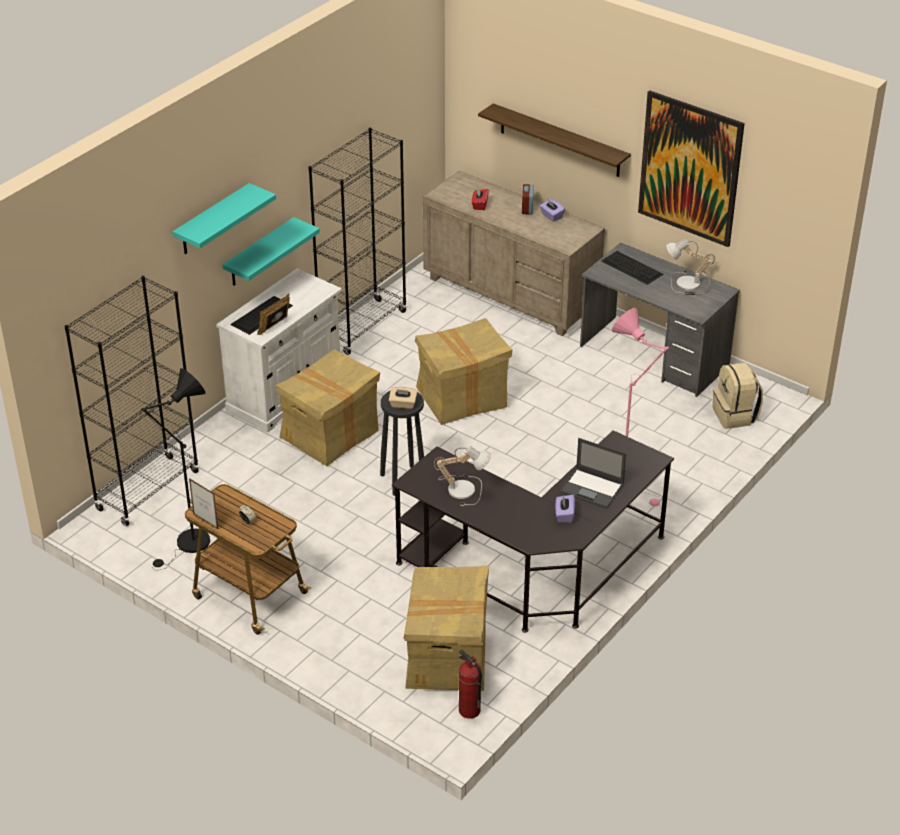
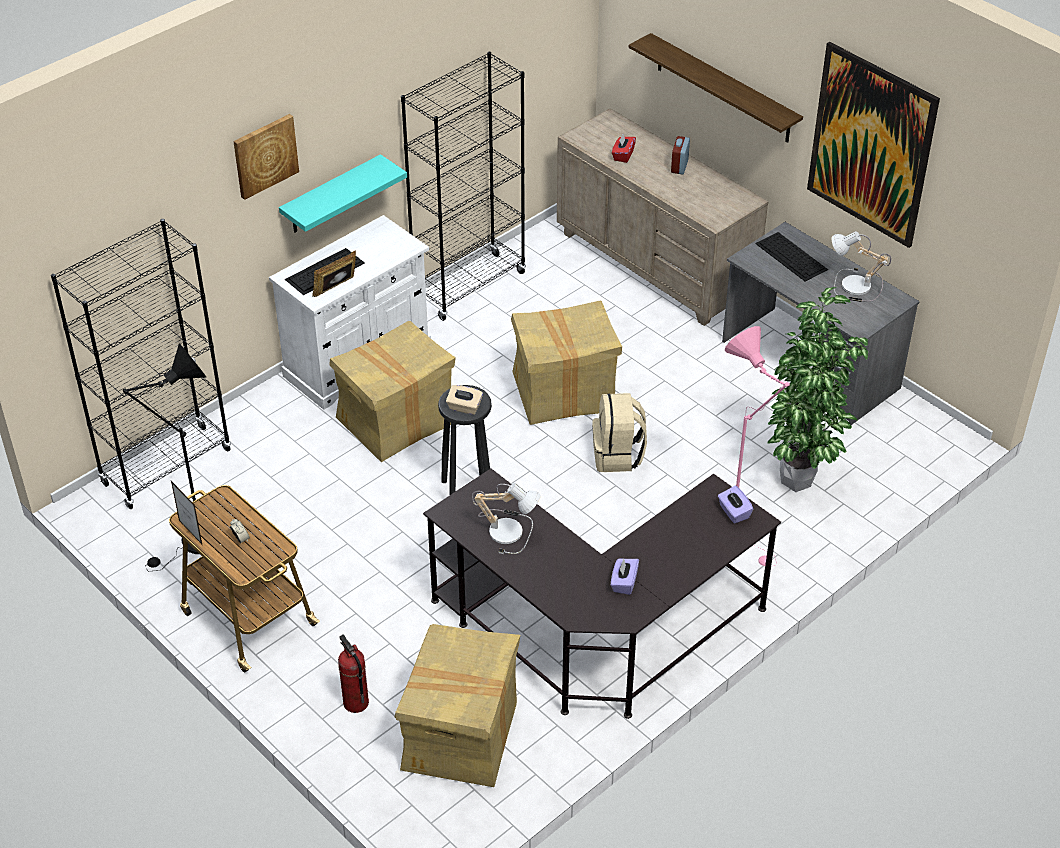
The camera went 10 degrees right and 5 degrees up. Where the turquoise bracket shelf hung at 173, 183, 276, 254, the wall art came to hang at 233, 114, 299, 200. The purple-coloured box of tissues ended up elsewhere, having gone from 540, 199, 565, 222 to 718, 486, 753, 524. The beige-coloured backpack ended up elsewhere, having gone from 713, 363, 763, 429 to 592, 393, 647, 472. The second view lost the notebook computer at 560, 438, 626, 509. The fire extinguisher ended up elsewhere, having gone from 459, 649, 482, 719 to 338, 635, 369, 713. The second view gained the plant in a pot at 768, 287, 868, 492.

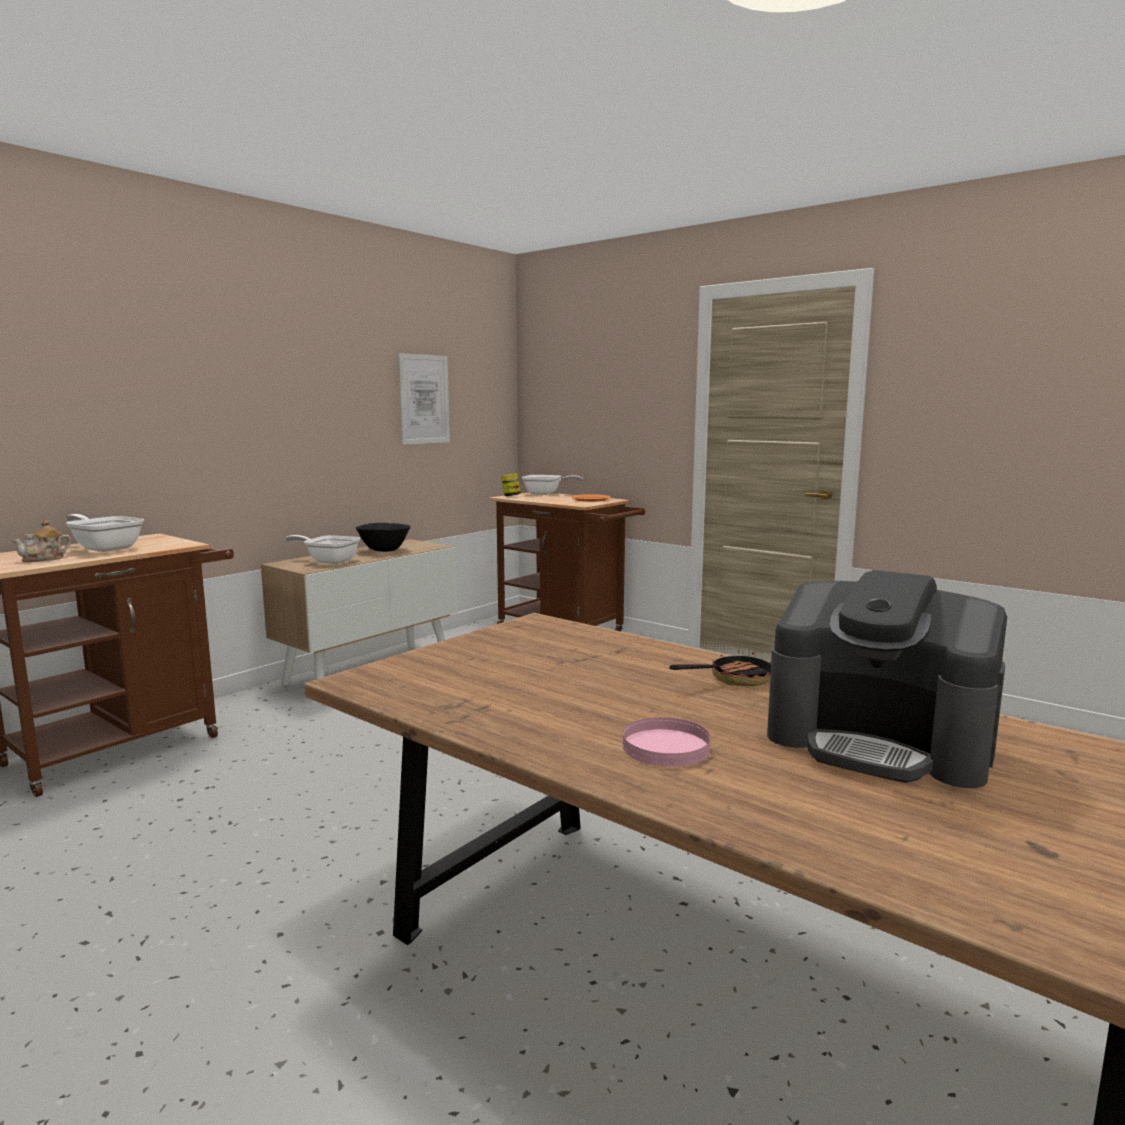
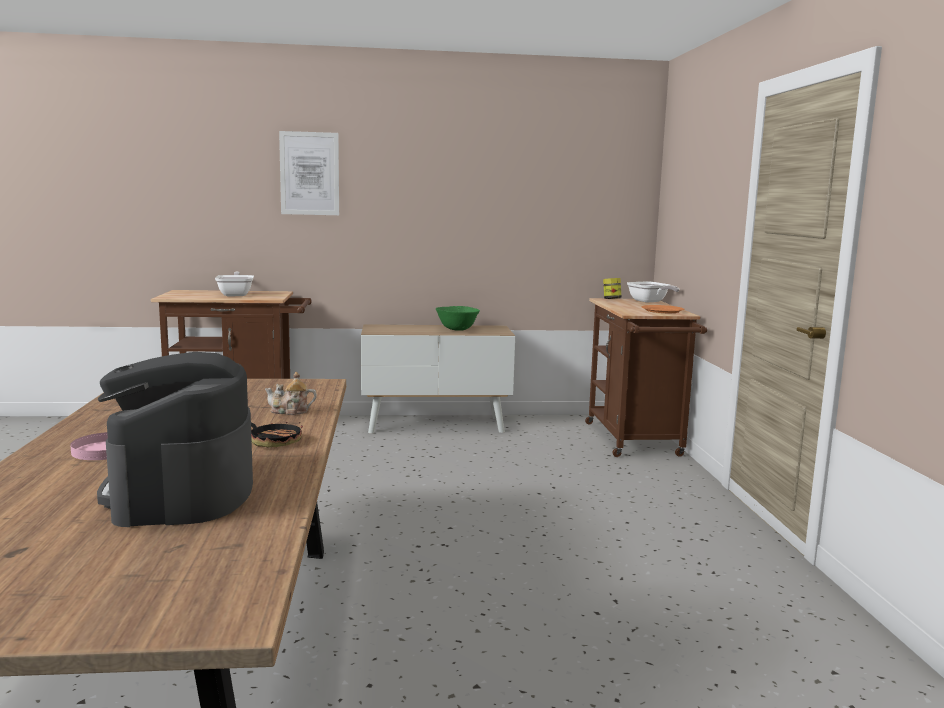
The camera went 45 degrees right and 0 degrees up. The wall art ended up elsewhere, having gone from 398, 353, 450, 445 to 279, 131, 339, 215. The pot for tea ended up elsewhere, having gone from 12, 520, 71, 562 to 264, 372, 317, 415. What was the black-coloured deep dish at 356, 523, 411, 552 turned into the greenish deep dish at 436, 306, 480, 331. The second view lost the frying pan at 285, 535, 360, 564.

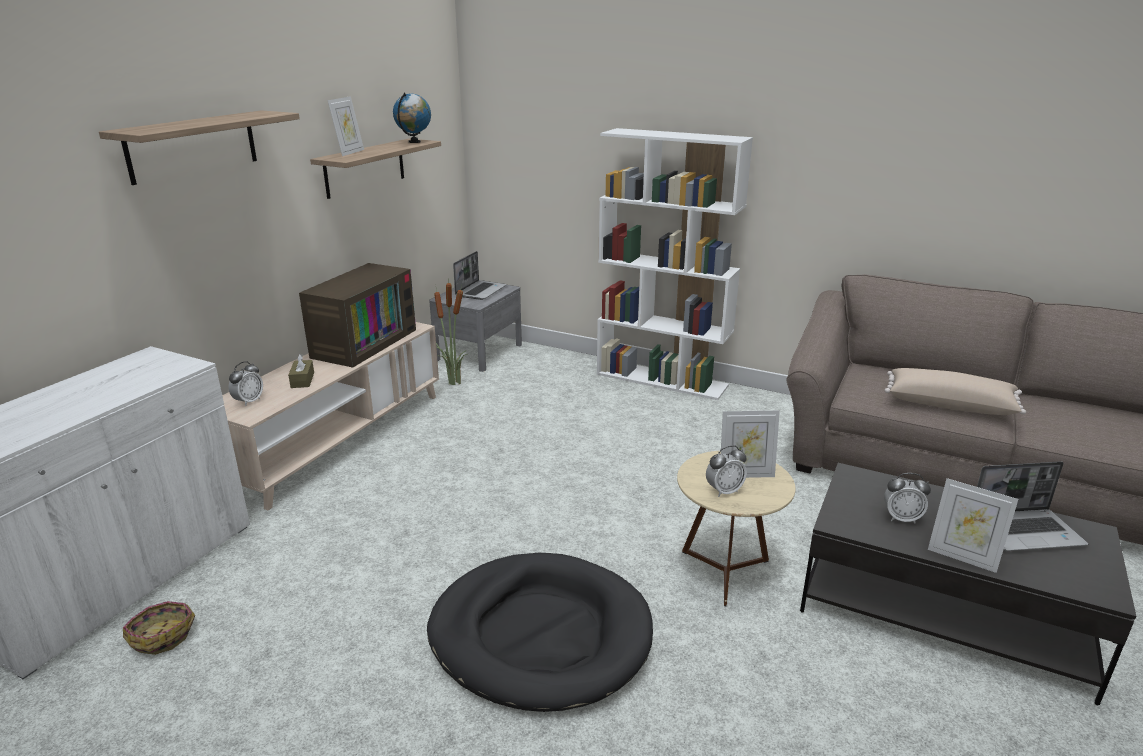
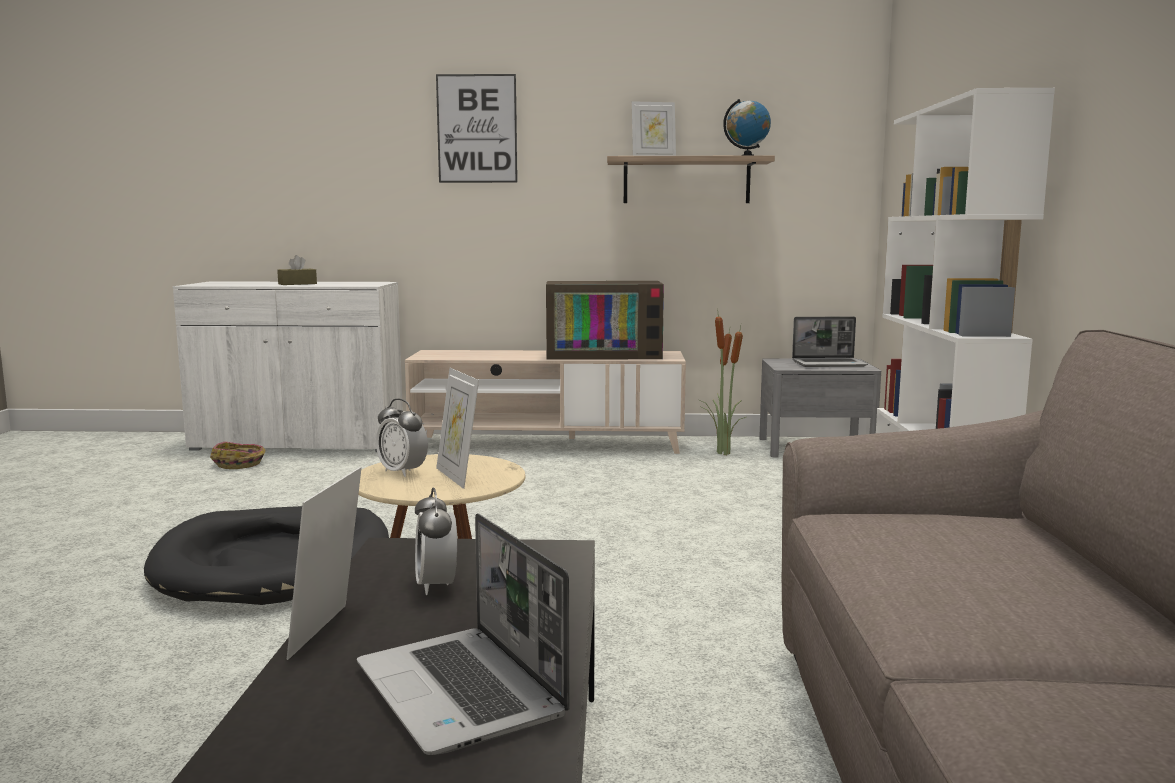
The camera went 65 degrees right and 15 degrees down. Where the bracket shelf hung at 99, 110, 300, 185, the wall art came to hang at 436, 74, 518, 183. The brown-coloured box of tissues ended up elsewhere, having gone from 288, 354, 314, 388 to 277, 255, 317, 285. The second view lost the bedside clock at 228, 361, 263, 406. The second view lost the beige-coloured cushion at 885, 368, 1026, 415.

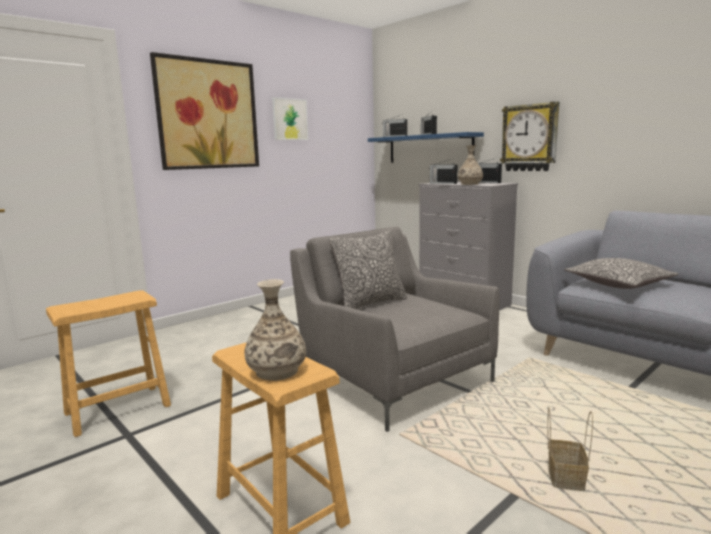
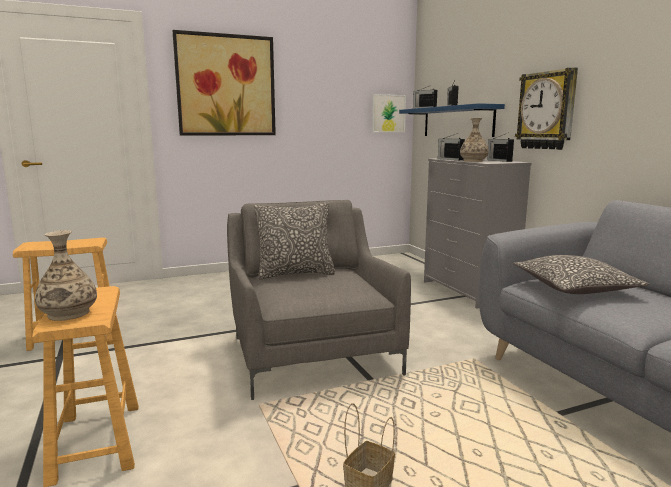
The camera went 20 degrees right and 0 degrees up. The wall art ended up elsewhere, having gone from 272, 97, 308, 140 to 372, 94, 406, 132.

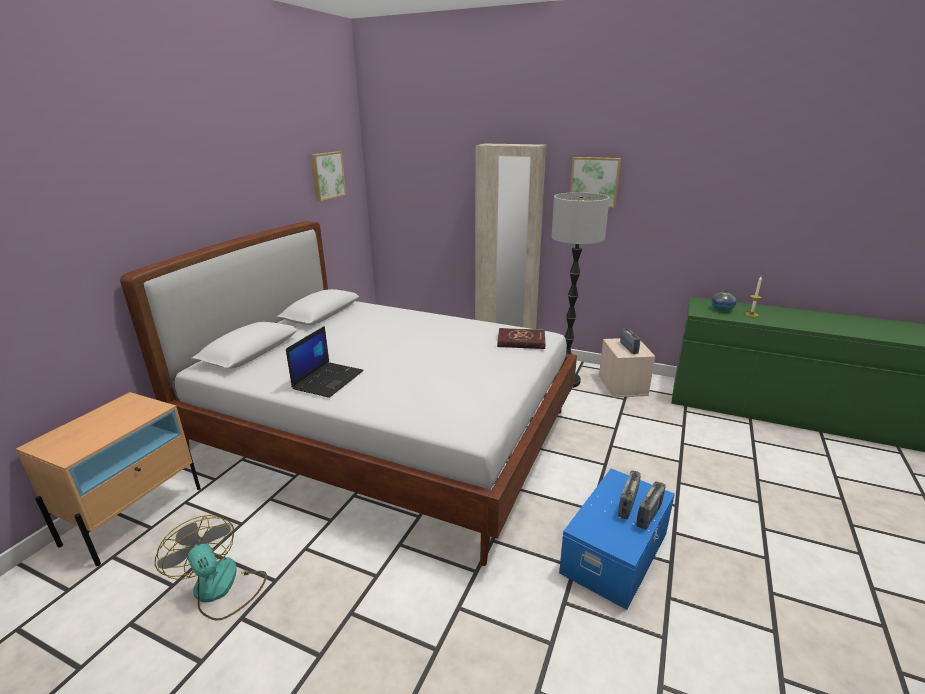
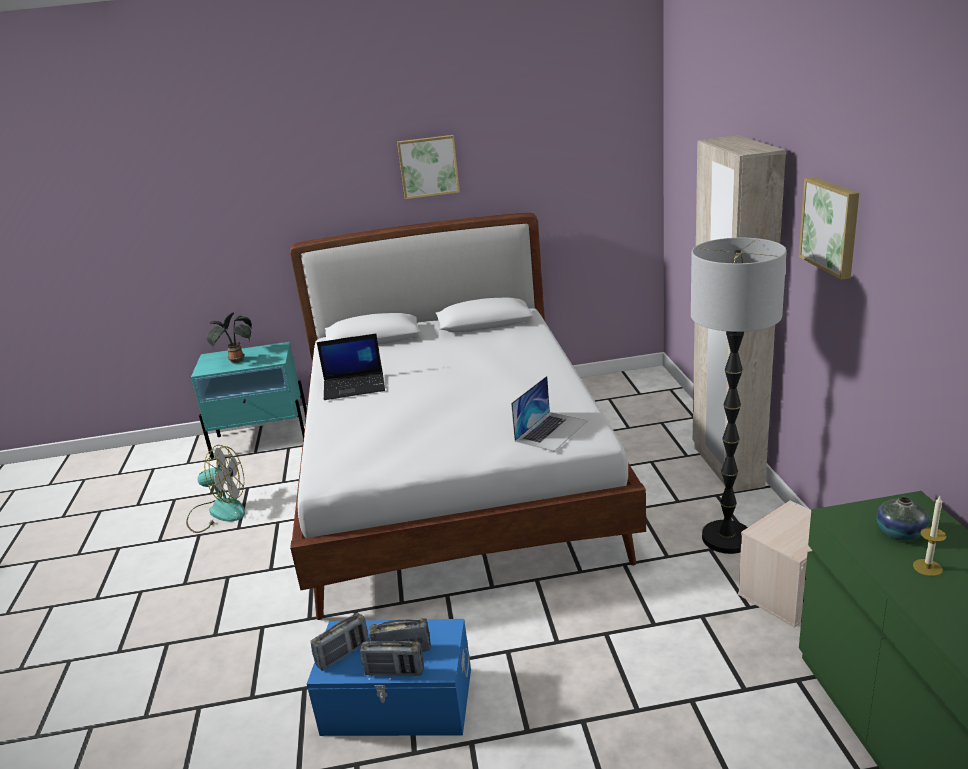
The camera went 60 degrees right and 0 degrees up. The wall art ended up elsewhere, having gone from 311, 151, 346, 201 to 397, 135, 460, 199. Where the red-coloured bound book stood at 497, 328, 546, 349, the notebook computer came to stand at 511, 376, 588, 452. The radio set ended up elsewhere, having gone from 620, 328, 640, 354 to 310, 613, 369, 671. What was the beige-coloured nightstand at 16, 392, 201, 566 turned into the turquoise nightstand at 191, 342, 307, 459. The electric fan at 155, 515, 267, 621 ended up facing another way, 75 degrees clockwise from before. The second view gained the plant in a pot at 206, 312, 252, 364.

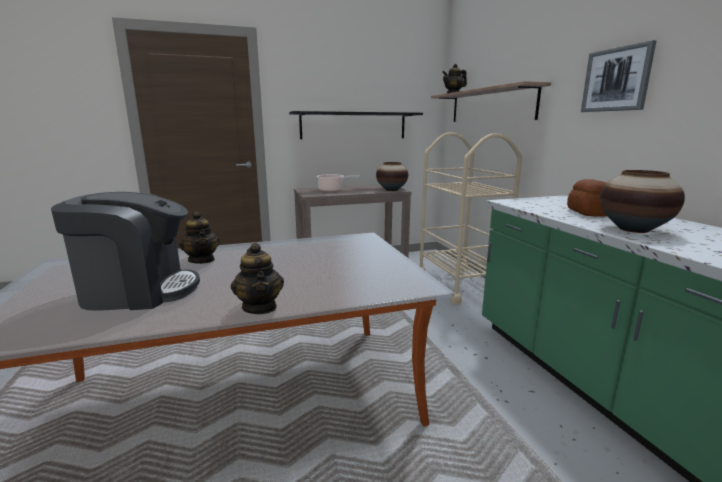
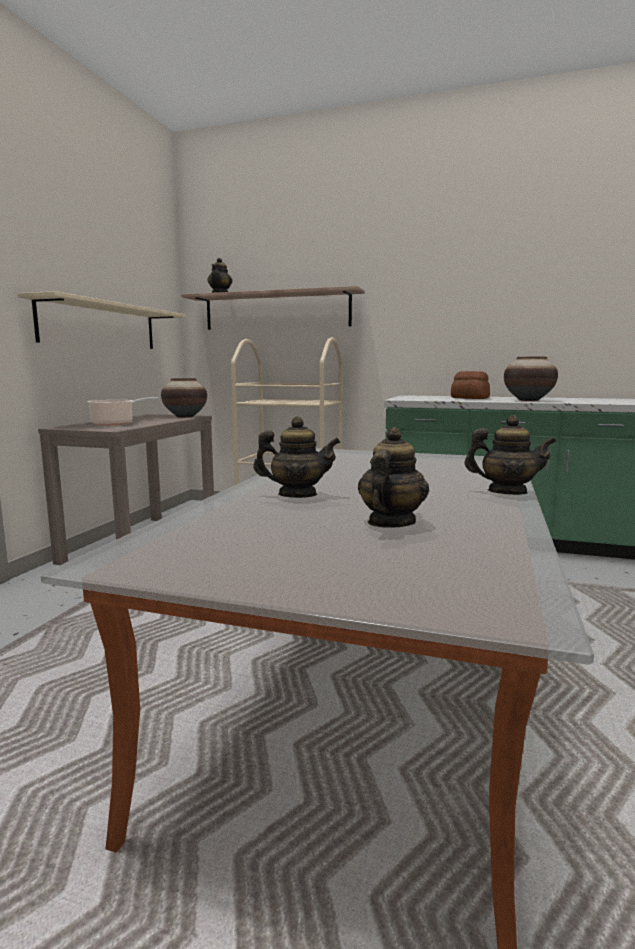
The camera went 55 degrees left and 5 degrees down. The second view lost the wall art at 581, 40, 656, 112. What was the black-coloured bracket shelf at 289, 111, 423, 139 turned into the beige-coloured bracket shelf at 17, 291, 186, 349. Where the coffee maker stood at 51, 192, 200, 311, the pot for tea came to stand at 358, 427, 429, 528.

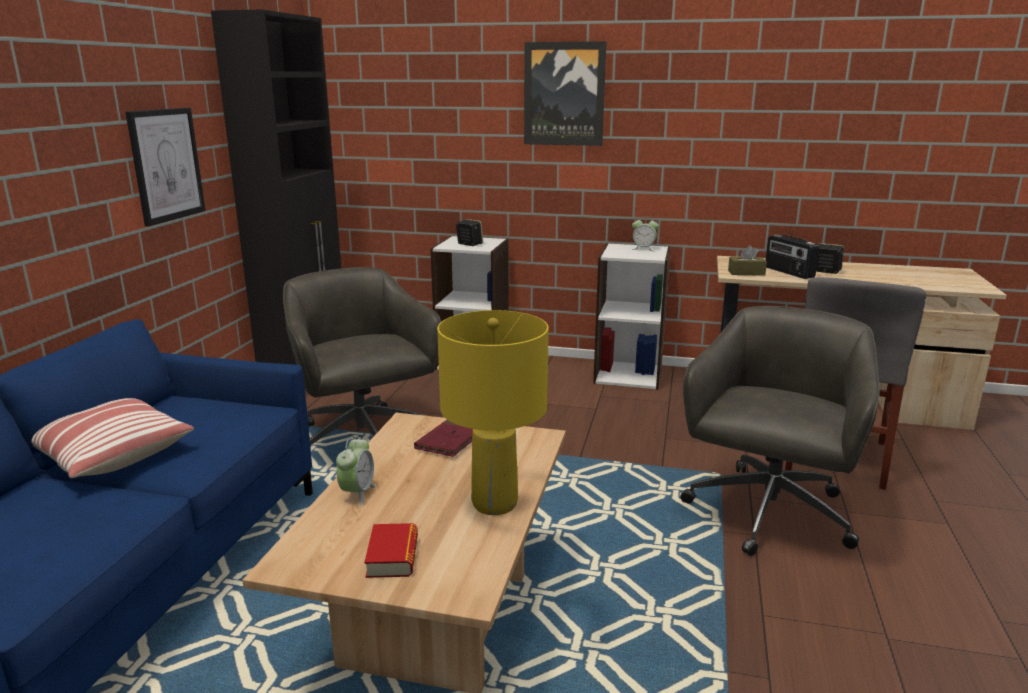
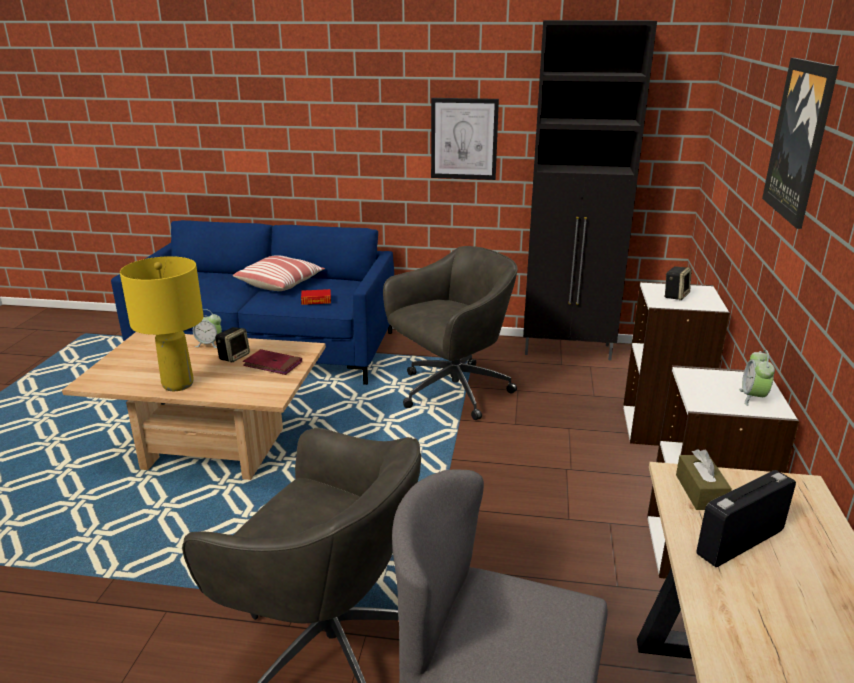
The camera went 85 degrees right and 5 degrees up. The loudspeaker ended up elsewhere, having gone from 816, 243, 844, 274 to 215, 327, 250, 362. The bound book ended up elsewhere, having gone from 364, 523, 418, 578 to 301, 289, 331, 305.

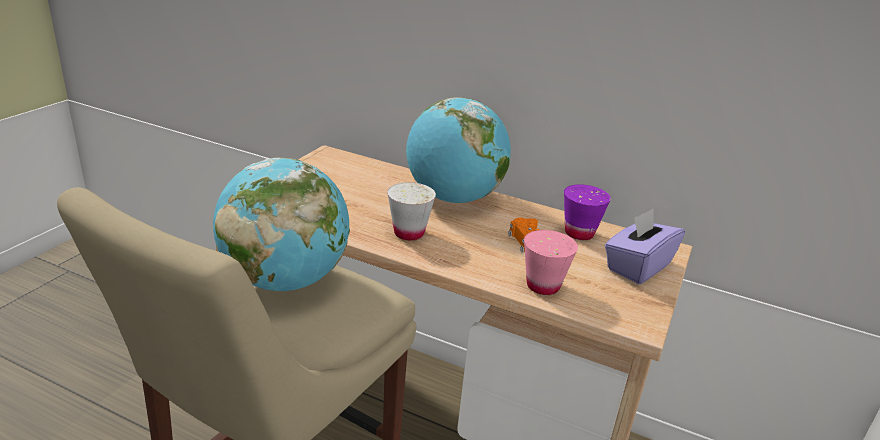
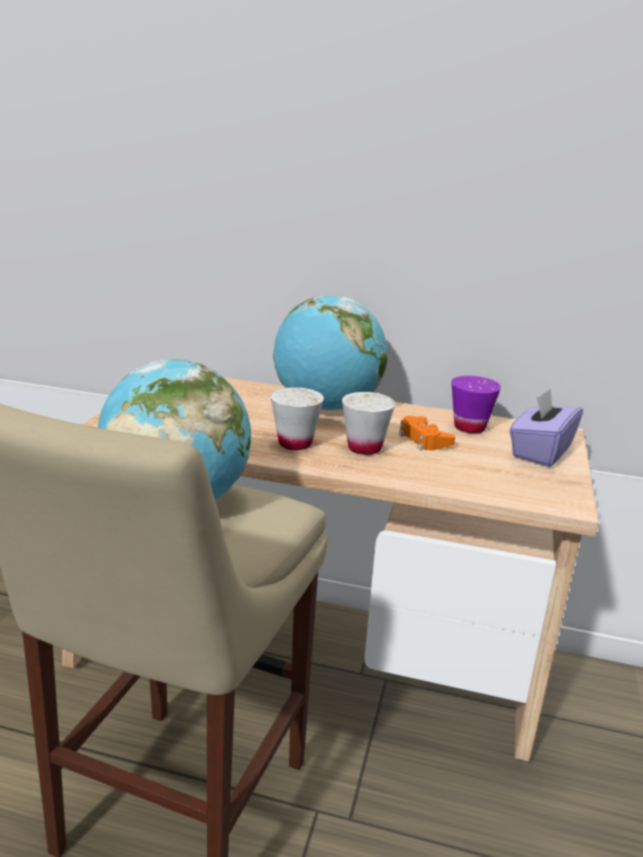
The camera went 10 degrees left and 5 degrees down. The second view lost the pink small cup at 524, 230, 578, 295. The second view gained the white small cup at 342, 392, 395, 455.

